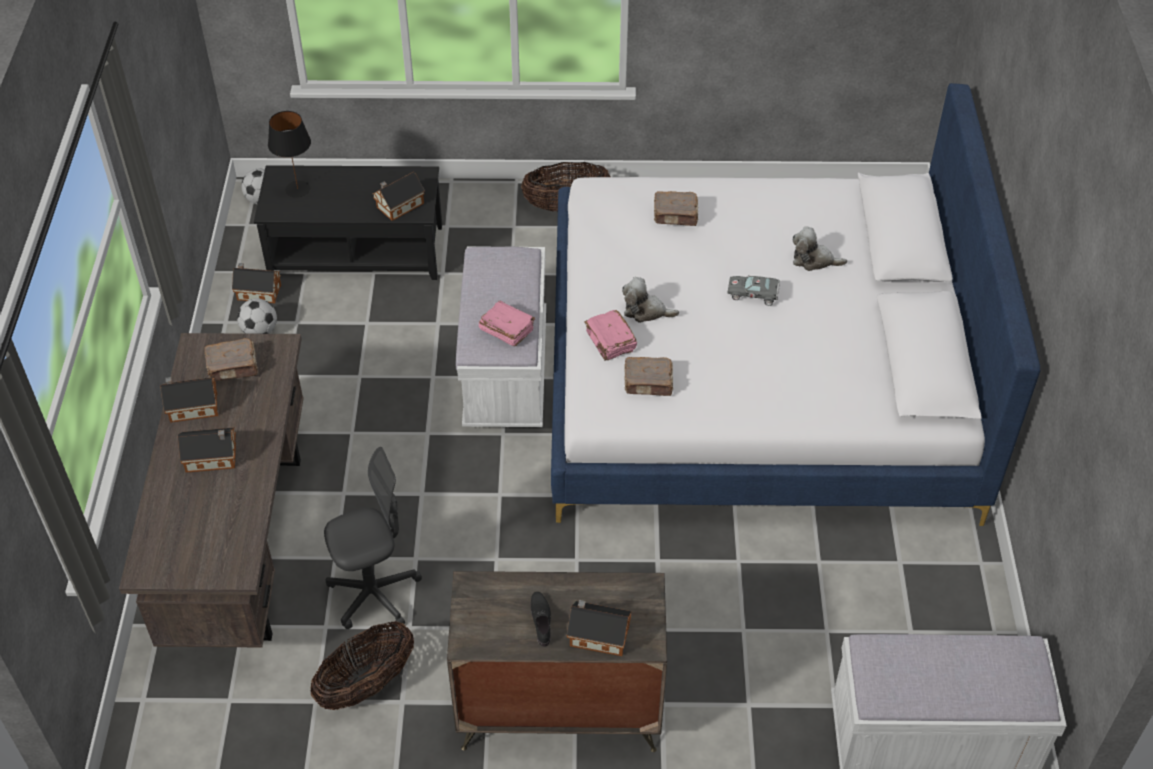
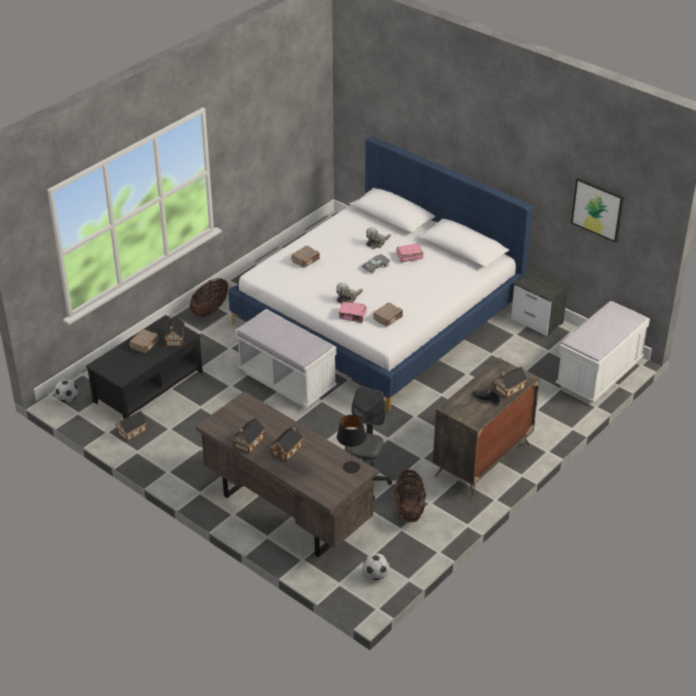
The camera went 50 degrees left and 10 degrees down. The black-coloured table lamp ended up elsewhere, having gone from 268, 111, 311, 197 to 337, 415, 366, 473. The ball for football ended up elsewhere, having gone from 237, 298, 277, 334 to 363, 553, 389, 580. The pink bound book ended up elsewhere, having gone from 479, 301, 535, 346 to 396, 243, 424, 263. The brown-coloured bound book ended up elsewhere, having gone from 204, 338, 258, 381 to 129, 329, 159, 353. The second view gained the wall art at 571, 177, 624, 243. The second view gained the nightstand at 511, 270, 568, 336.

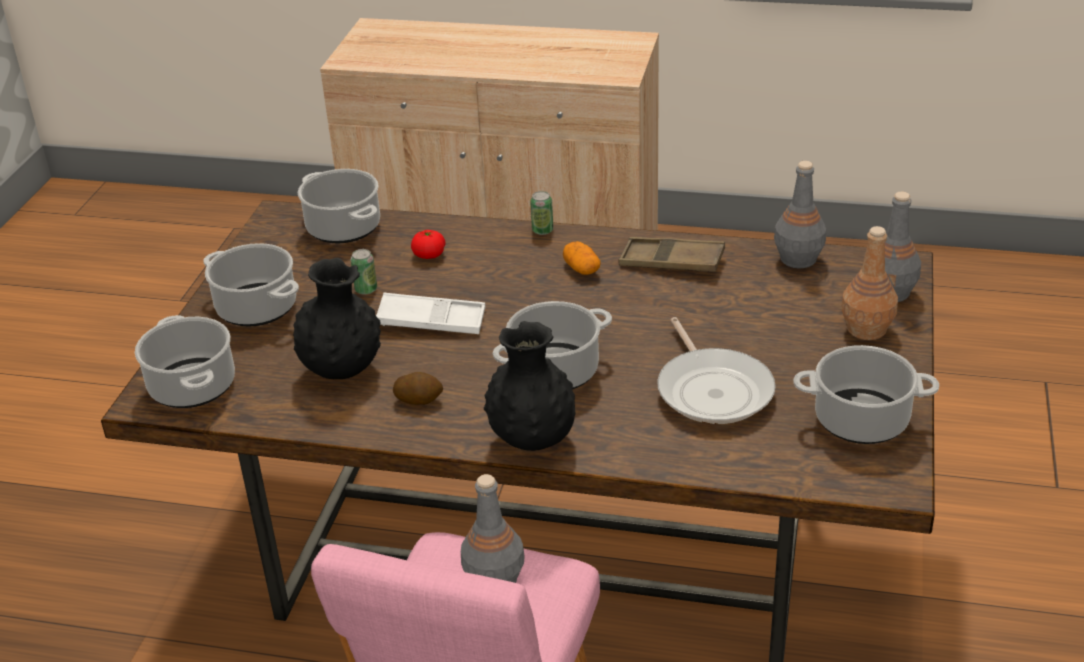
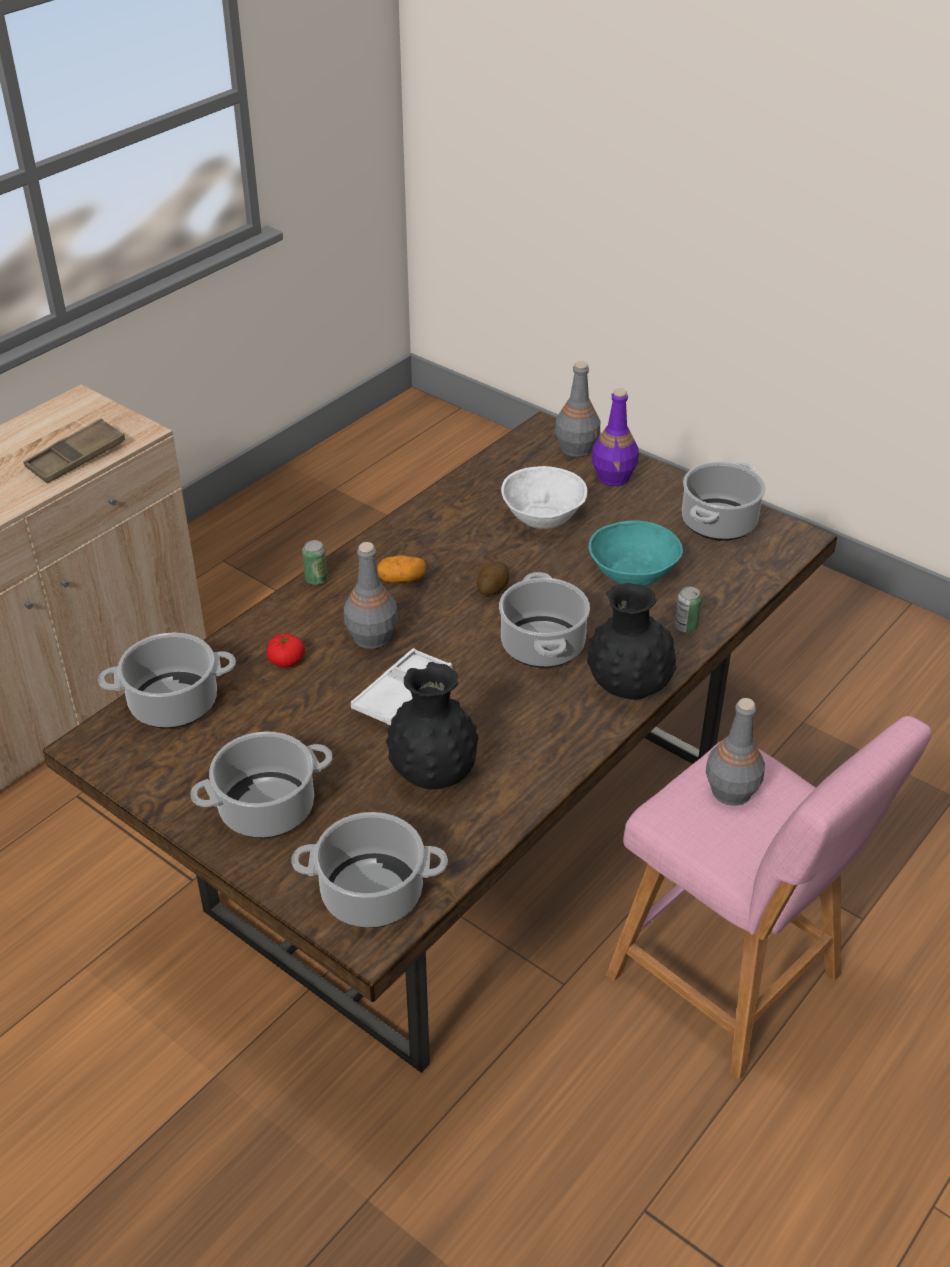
The camera went 65 degrees left and 5 degrees up. The grey bottle ended up elsewhere, having gone from 774, 161, 826, 268 to 344, 542, 398, 649. What was the brown-coloured bottle at 841, 226, 898, 340 turned into the purple-coloured bottle at 592, 388, 639, 486. The brown-coloured carrying tray ended up elsewhere, having gone from 619, 237, 725, 272 to 24, 418, 125, 483. The metal can ended up elsewhere, having gone from 351, 249, 377, 295 to 675, 587, 702, 633. Where the frying pan stood at 657, 317, 776, 424, the turquoise deep dish came to stand at 589, 520, 683, 586. The spud ended up elsewhere, having gone from 393, 372, 443, 405 to 477, 561, 509, 596. The second view gained the white deep dish at 501, 466, 587, 529.

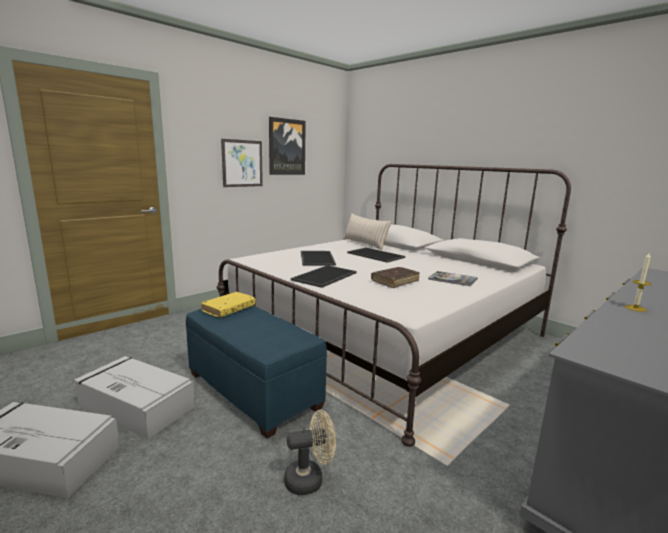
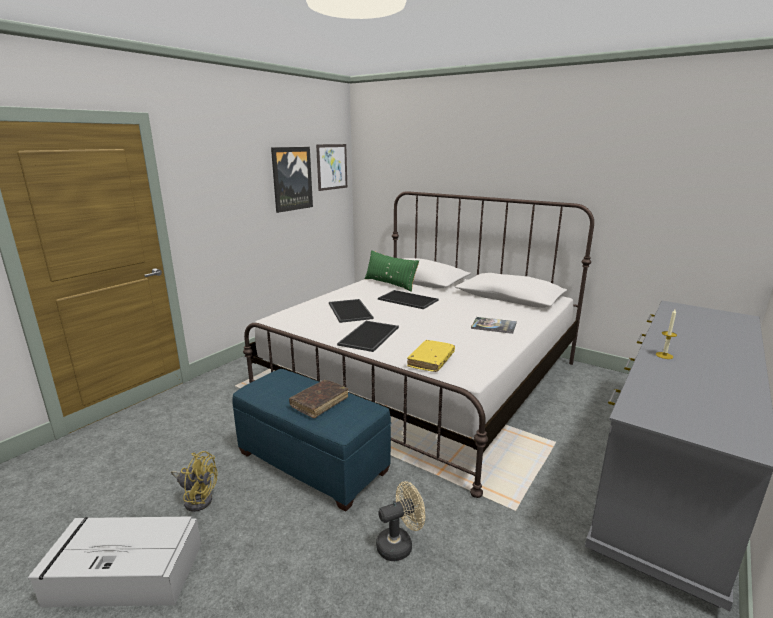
The camera went 10 degrees left and 5 degrees up. The wall art ended up elsewhere, having gone from 221, 139, 263, 187 to 316, 144, 347, 191. What was the beige-coloured cushion at 343, 213, 392, 250 turned into the greenish cushion at 365, 250, 419, 292. The brown-coloured bound book ended up elsewhere, having gone from 371, 267, 420, 288 to 289, 380, 348, 418. The yellow bound book ended up elsewhere, having gone from 201, 292, 255, 317 to 407, 340, 455, 372. Where the grey storage container stood at 74, 356, 195, 439, the yellow electric fan came to stand at 171, 451, 218, 512.

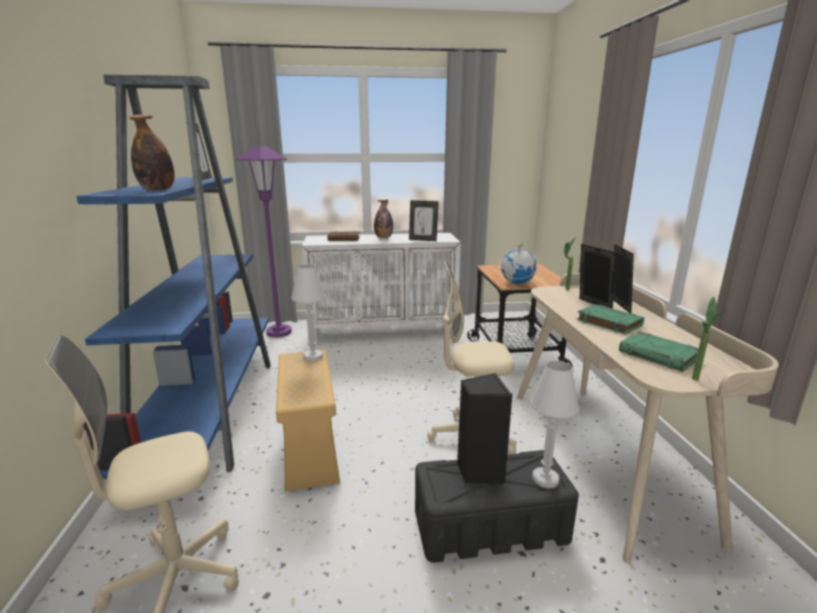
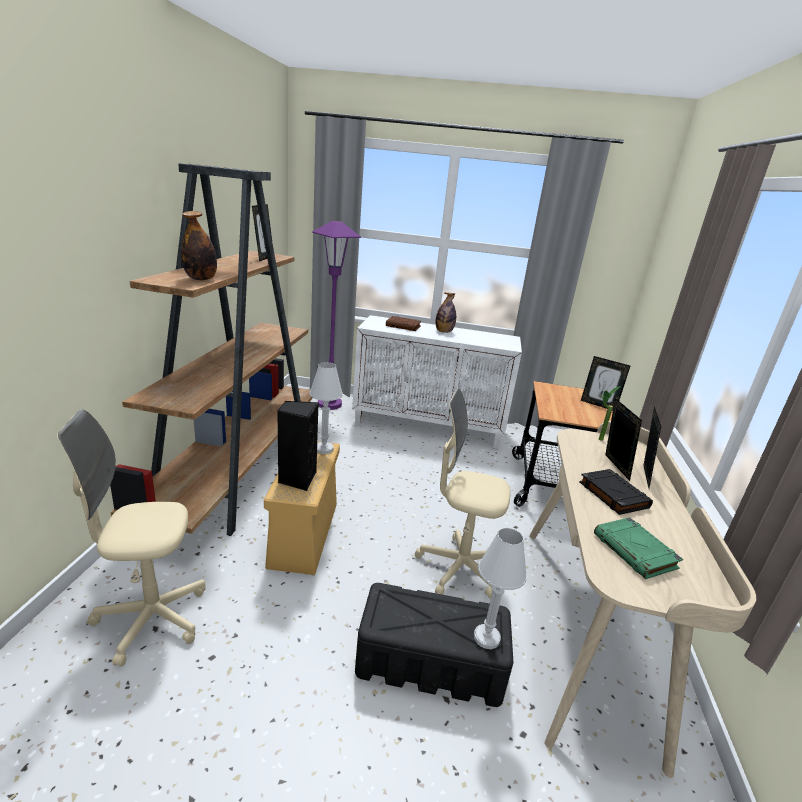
The camera went 15 degrees right and 5 degrees up. What was the blue-coloured bookcase at 76, 74, 271, 479 turned into the brown-coloured bookcase at 110, 163, 313, 536. The standing frame ended up elsewhere, having gone from 409, 200, 439, 241 to 581, 356, 630, 411. The second view lost the globe at 499, 241, 539, 284. The second view lost the plant in a pot at 692, 296, 727, 381. What was the greenish bound book at 577, 304, 644, 335 turned into the black-coloured bound book at 579, 469, 653, 515. The black-coloured loudspeaker ended up elsewhere, having gone from 457, 373, 513, 484 to 277, 401, 319, 491.

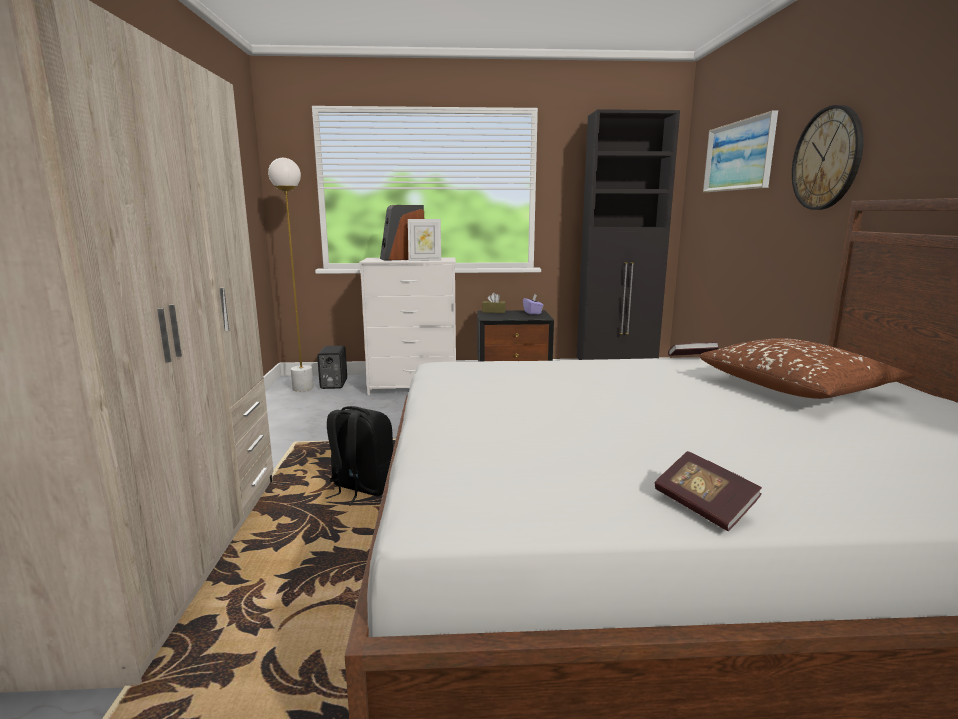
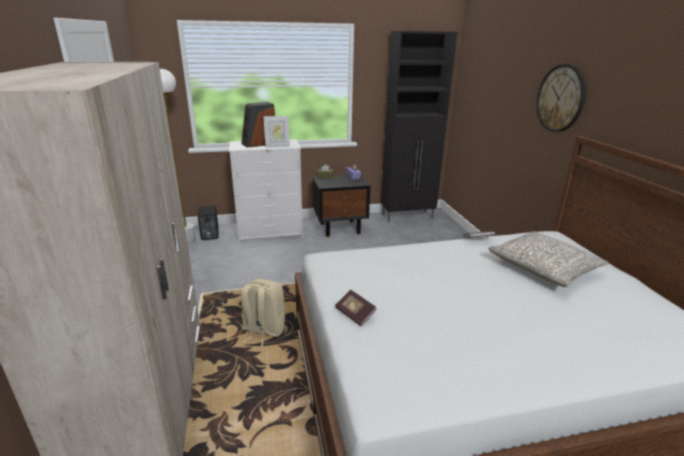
The camera went 10 degrees left and 10 degrees up. The second view lost the wall art at 703, 111, 778, 192. What was the brown-coloured cushion at 700, 338, 914, 399 turned into the grey cushion at 488, 231, 609, 287. What was the black-coloured backpack at 326, 406, 393, 506 turned into the beige-coloured backpack at 241, 279, 285, 347. The bound book ended up elsewhere, having gone from 654, 451, 762, 531 to 335, 290, 377, 326.

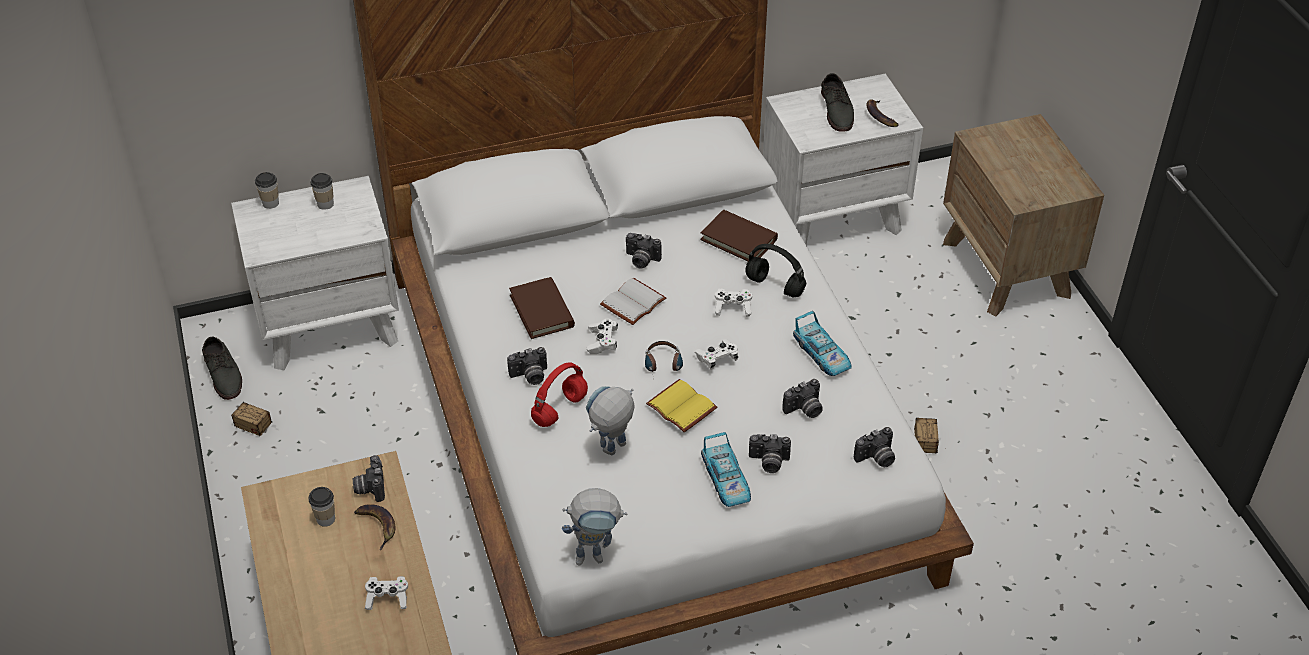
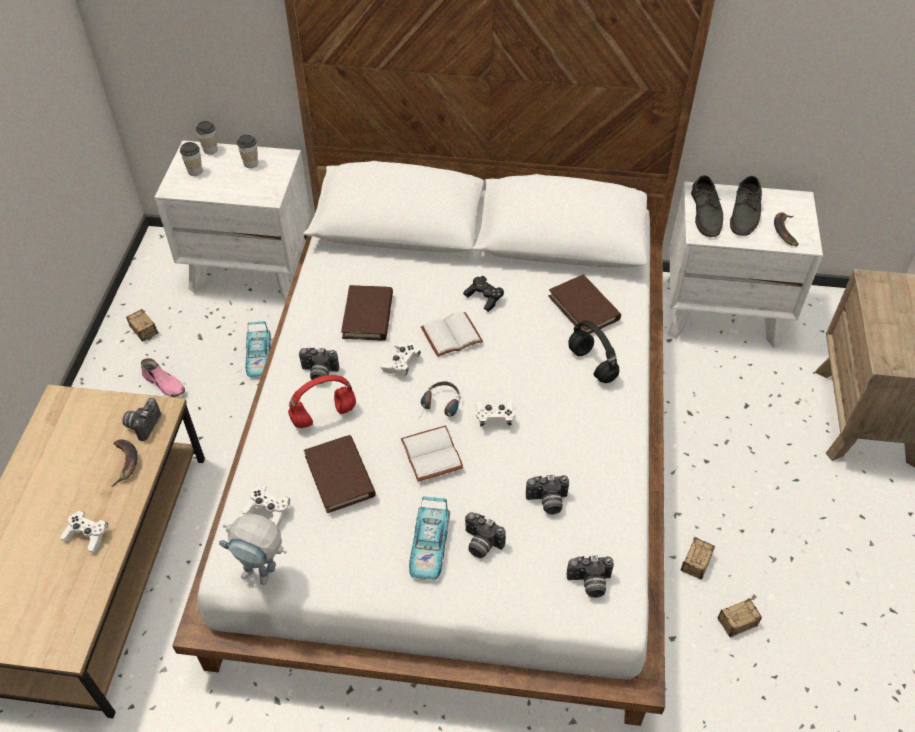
The camera went 25 degrees right and 5 degrees up. Where the photo camera stood at 626, 233, 662, 269, the black-coloured joypad came to stand at 463, 276, 504, 312. The white joypad ended up elsewhere, having gone from 715, 288, 752, 316 to 242, 485, 290, 527. The toy car ended up elsewhere, having gone from 793, 311, 852, 376 to 246, 321, 271, 377. The grey item of footwear ended up elsewhere, having gone from 202, 336, 242, 400 to 691, 175, 723, 237. What was the yellow bound book at 646, 379, 717, 433 turned into the white bound book at 401, 426, 464, 482. Where the robot figure stood at 586, 386, 635, 456, the brown-coloured bound book came to stand at 304, 435, 376, 513. The small cup ended up elsewhere, having gone from 309, 487, 335, 527 to 180, 142, 202, 176. The second view gained the pink item of footwear at 141, 358, 185, 397. The second view gained the storage container at 698, 598, 762, 638.

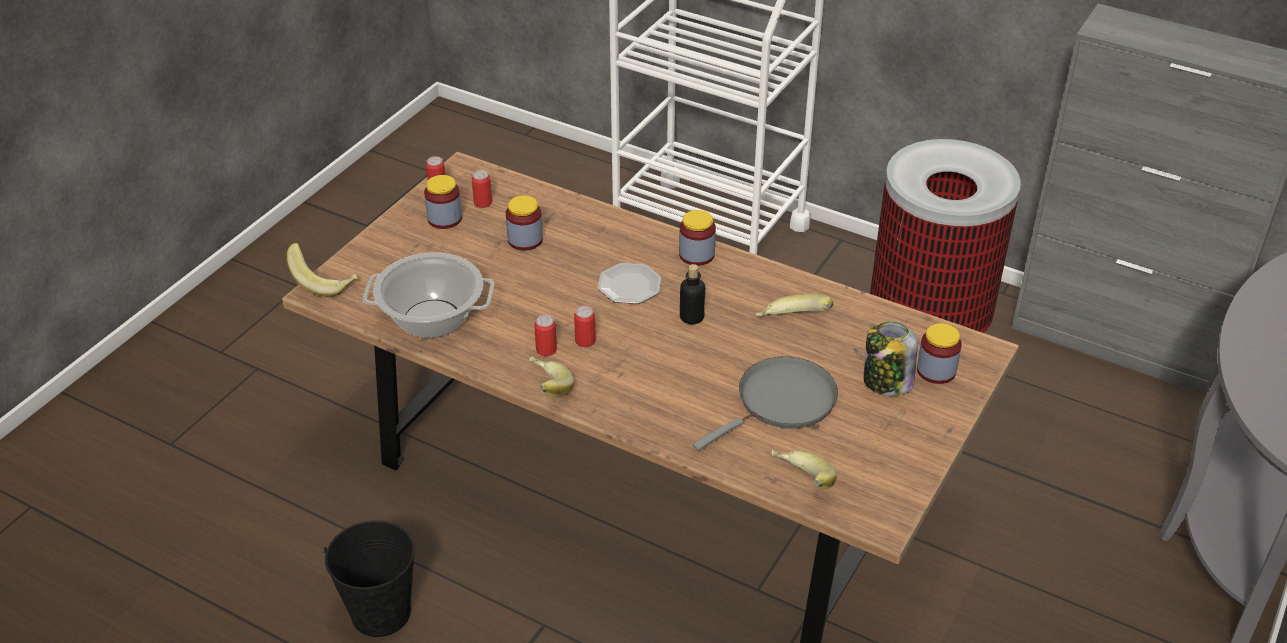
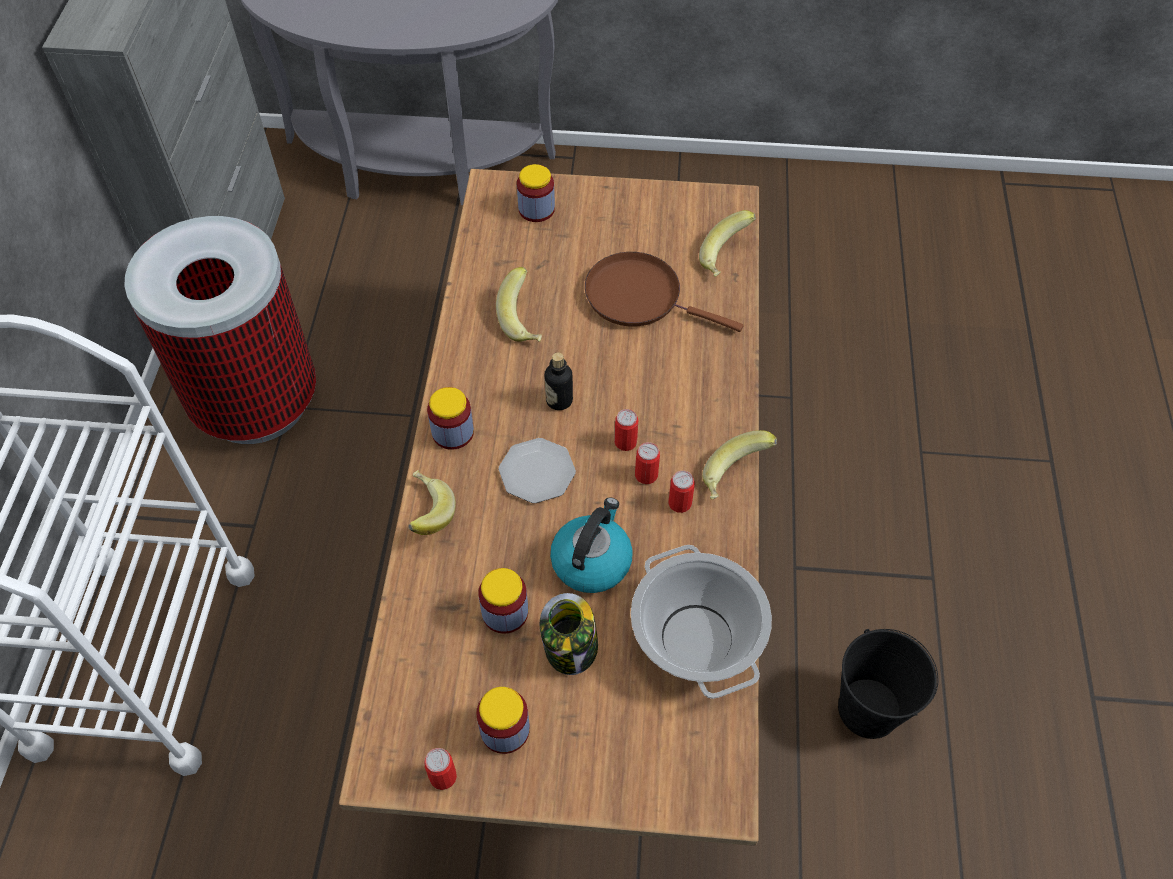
The camera went 115 degrees left and 15 degrees up. The metal can ended up elsewhere, having gone from 472, 170, 492, 208 to 614, 409, 638, 451. The whole banana ended up elsewhere, having gone from 286, 243, 358, 297 to 408, 470, 456, 535. The preserve jar ended up elsewhere, having gone from 863, 322, 918, 396 to 540, 593, 598, 675. What was the grey frying pan at 693, 356, 838, 451 turned into the brown-coloured frying pan at 585, 252, 744, 332. The second view gained the water kettle at 550, 498, 633, 593.

